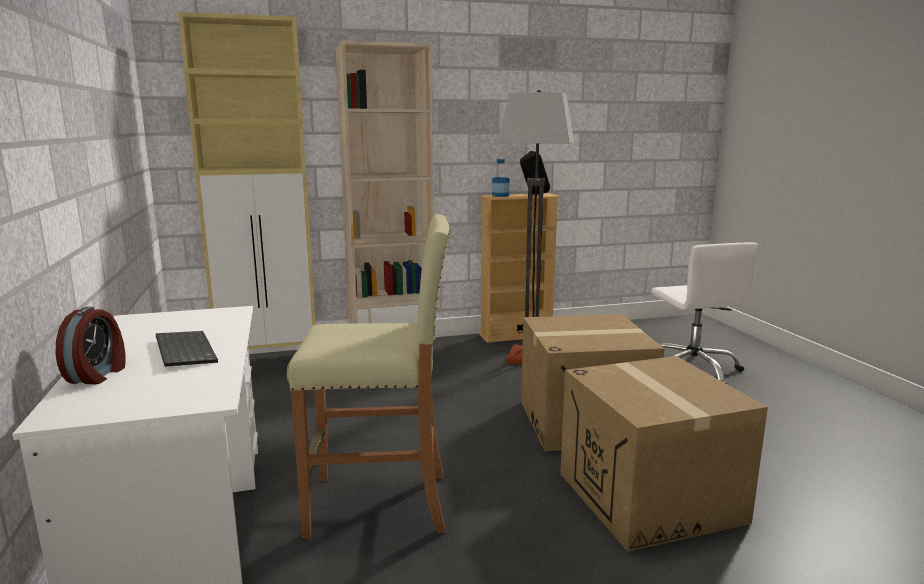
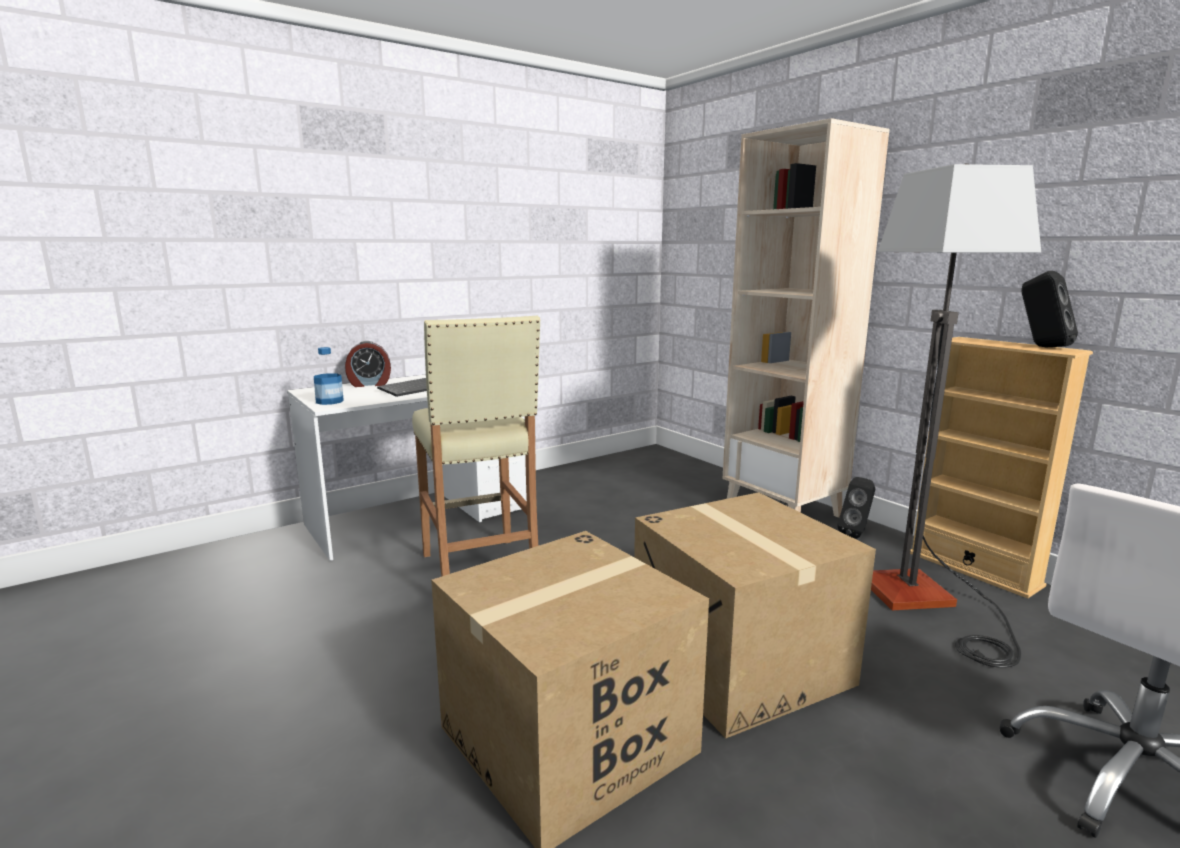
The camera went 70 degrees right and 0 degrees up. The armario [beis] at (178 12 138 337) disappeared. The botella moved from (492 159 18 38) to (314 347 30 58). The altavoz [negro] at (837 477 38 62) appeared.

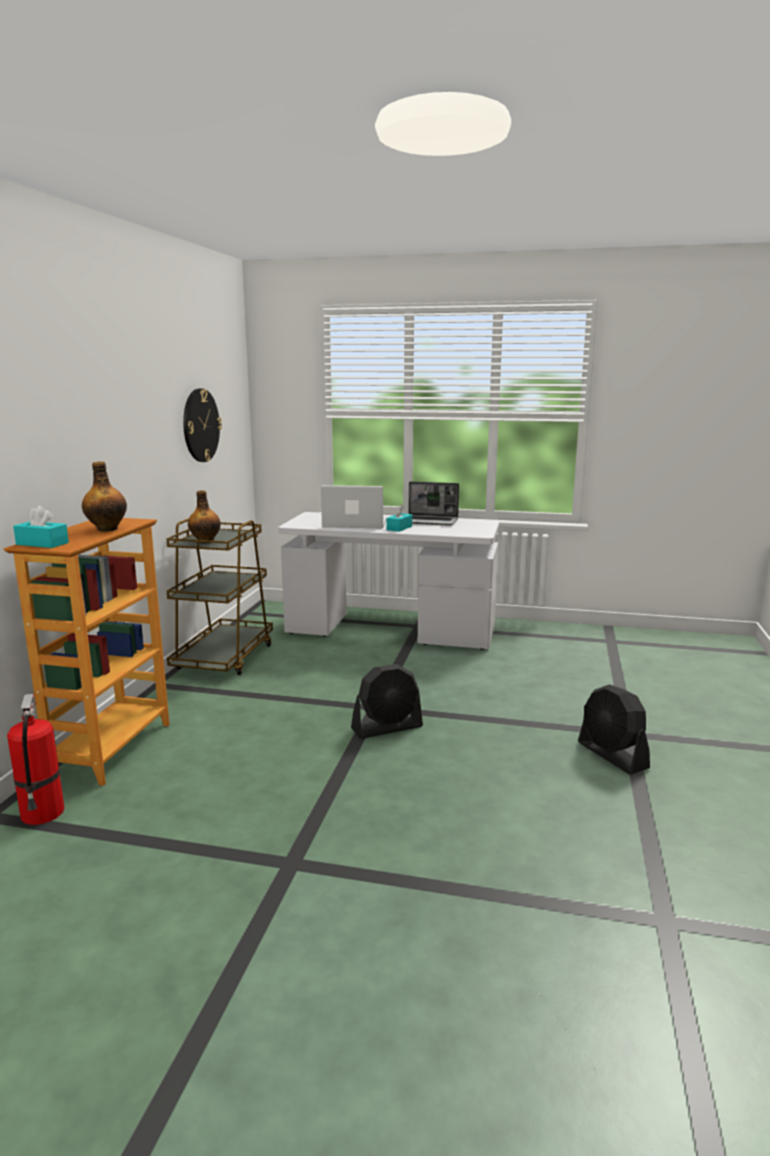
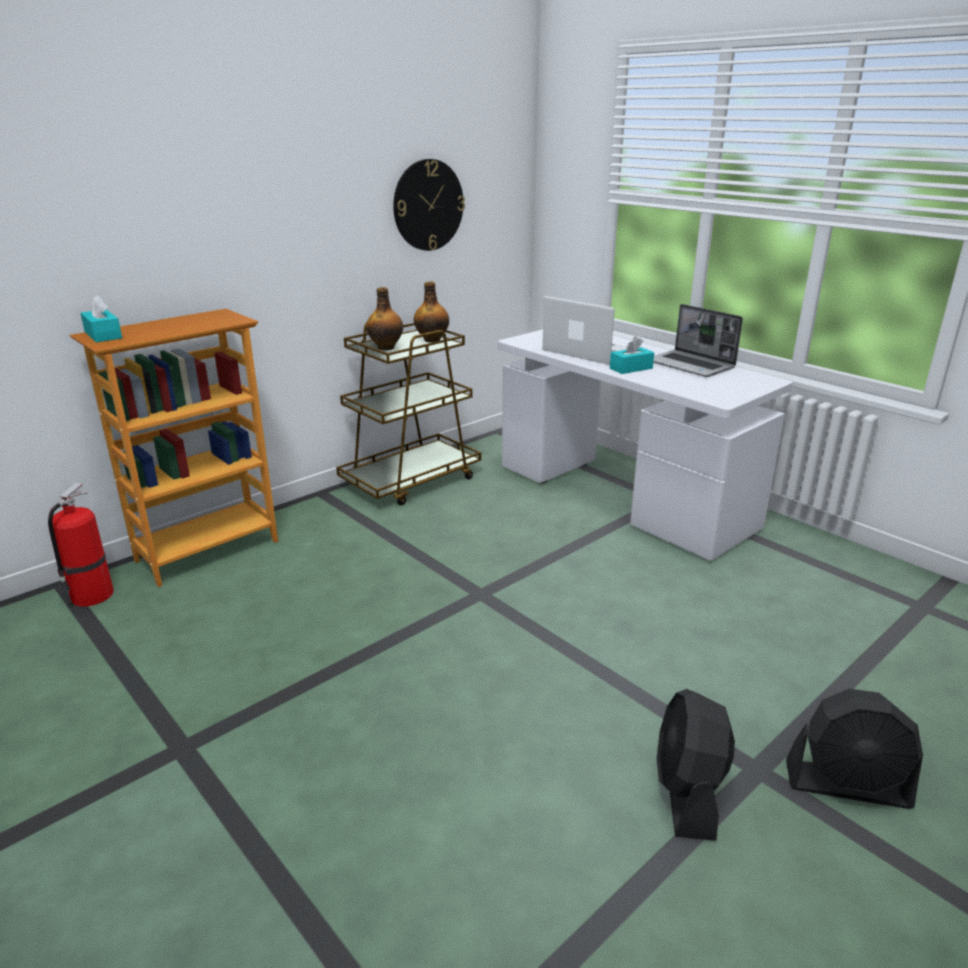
The camera went 35 degrees right and 10 degrees up. The botella moved from (82 461 45 71) to (414 281 35 62). The ventilador [negro] moved from (351 664 72 75) to (786 688 137 121).

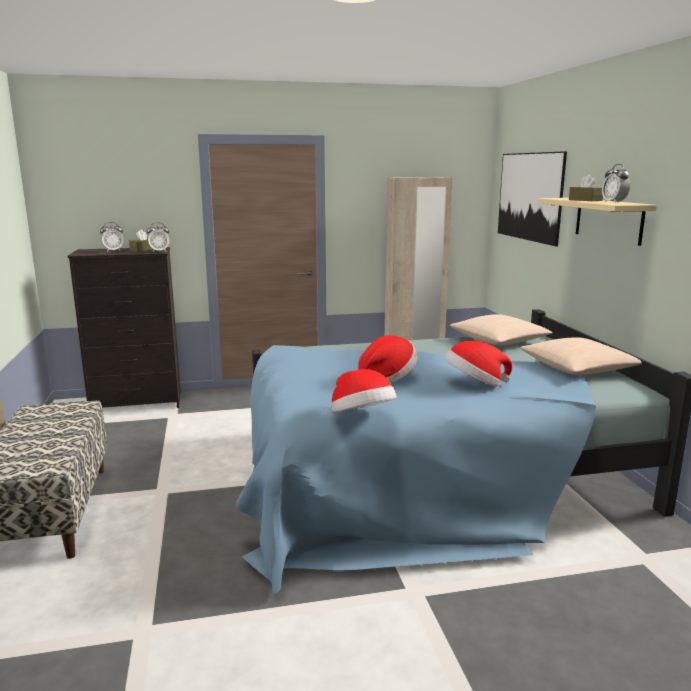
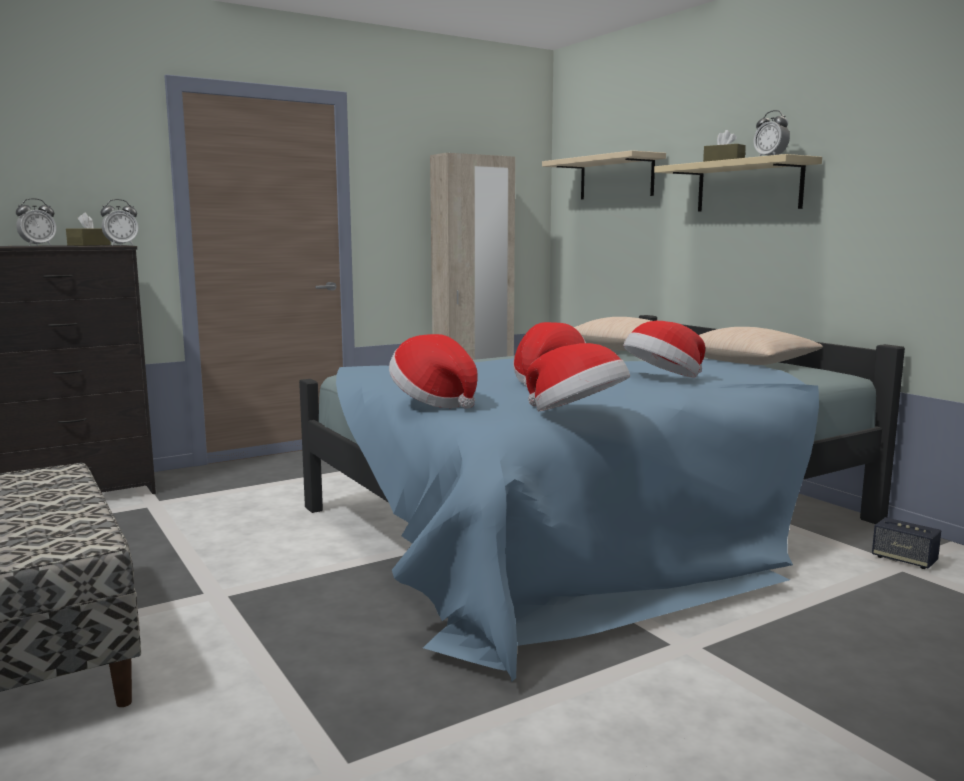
The camera went 20 degrees left and 5 degrees down. The cuadro at (498 151 69 95) was replaced by the estante [beis] at (542 150 124 49). The sombrero at (389 334 89 75) appeared. The altavoz at (872 517 69 52) appeared.

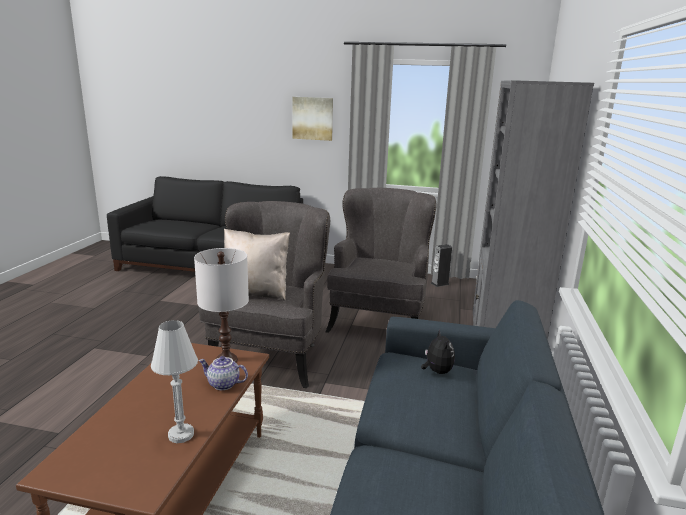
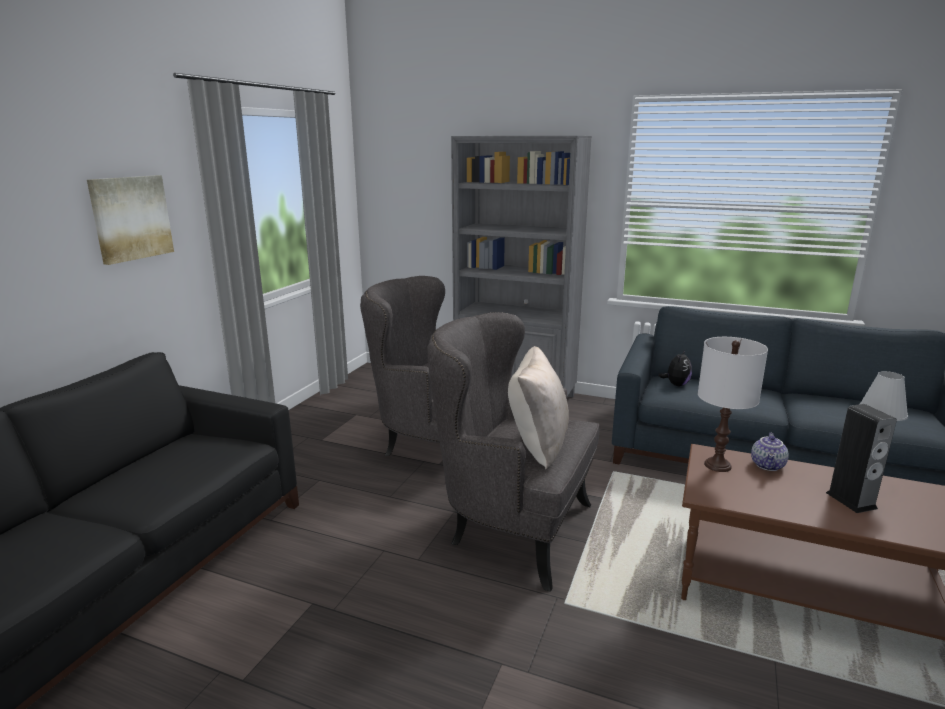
The camera went 80 degrees left and 0 degrees up. The altavoz moved from (431 244 21 43) to (826 404 71 109). The peluche at (421 330 34 44) turned 120 degrees clockwise.

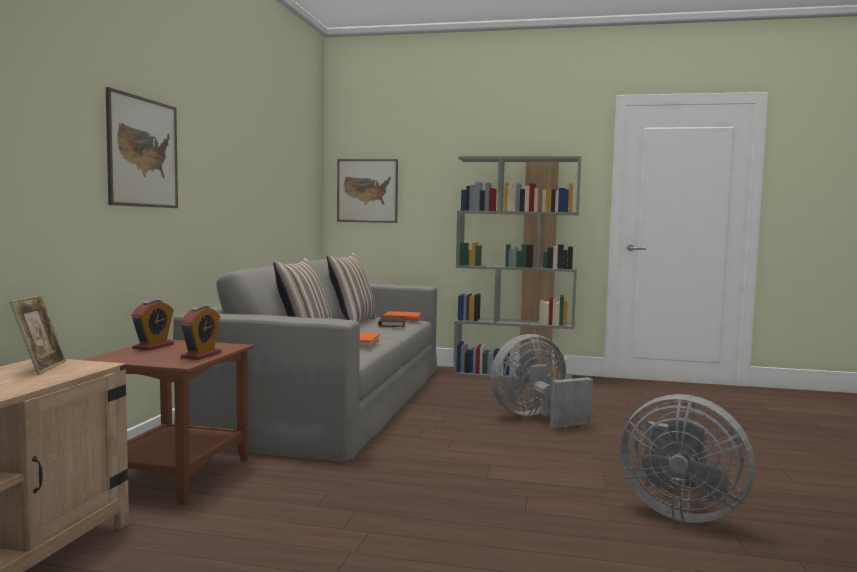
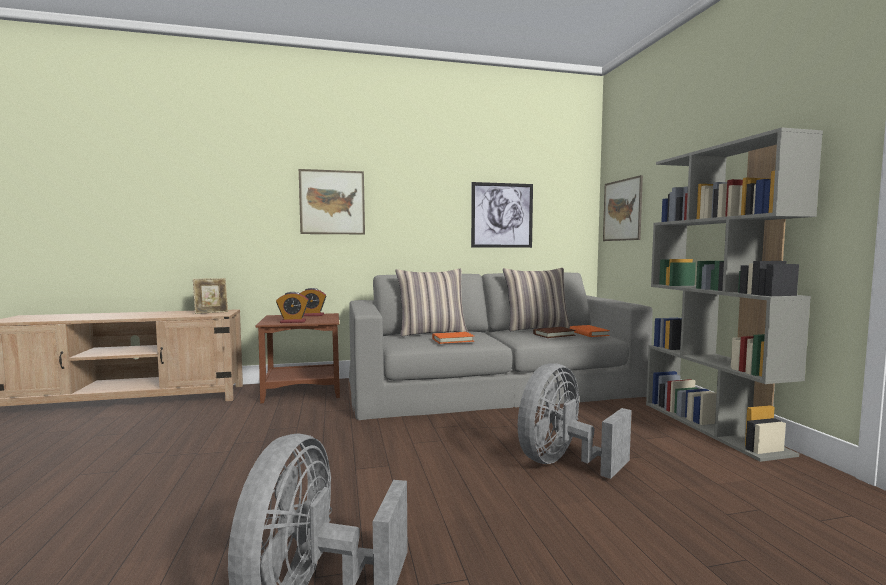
The camera went 65 degrees right and 0 degrees up. The ventilador [gris] at (490 334 103 94) turned 90 degrees counterclockwise. The cuadro at (471 182 62 66) appeared.

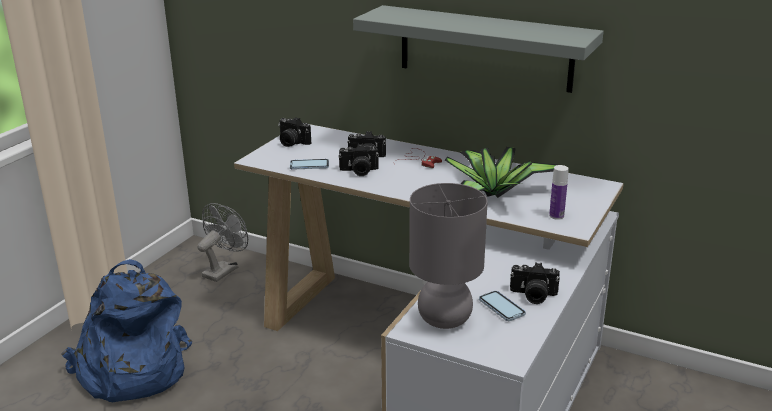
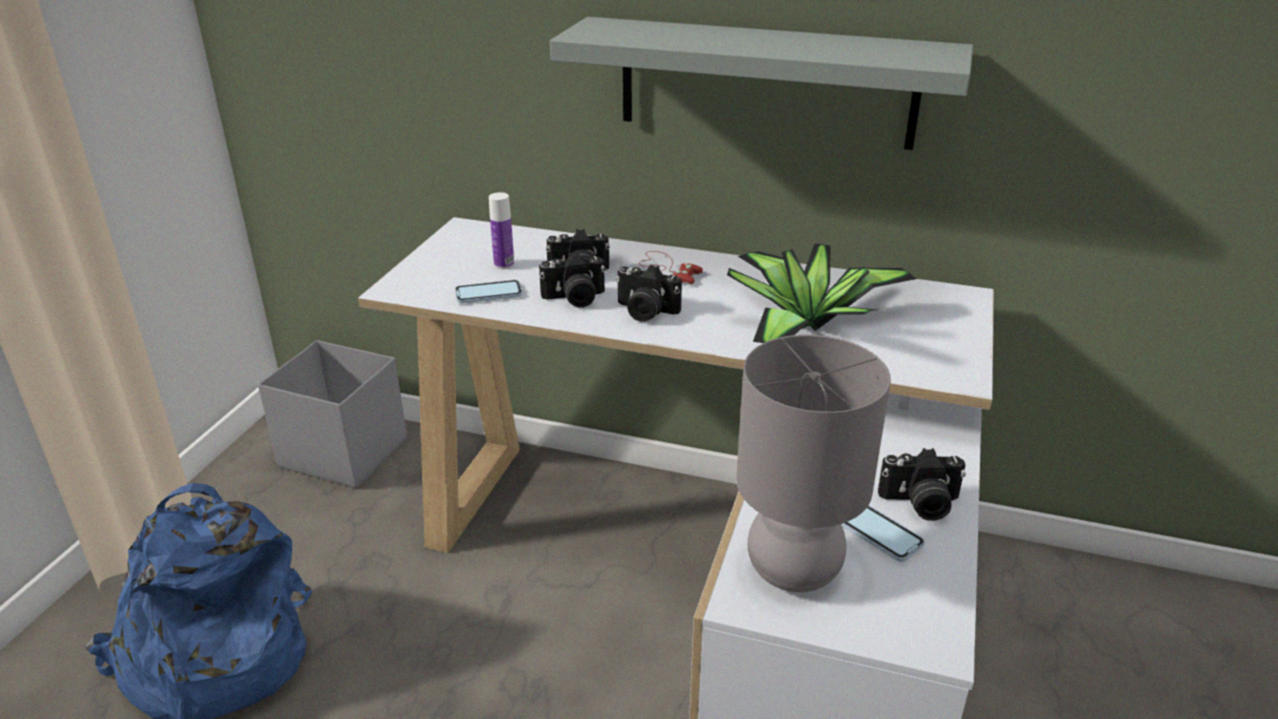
The camera went 10 degrees left and 5 degrees up. The cámara moved from (278 117 33 30) to (616 265 66 57). The botella moved from (549 165 20 55) to (489 192 25 77). The ventilador [gris] at (197 203 51 79) was replaced by the caja de almacenaje [gris] at (258 340 149 148).

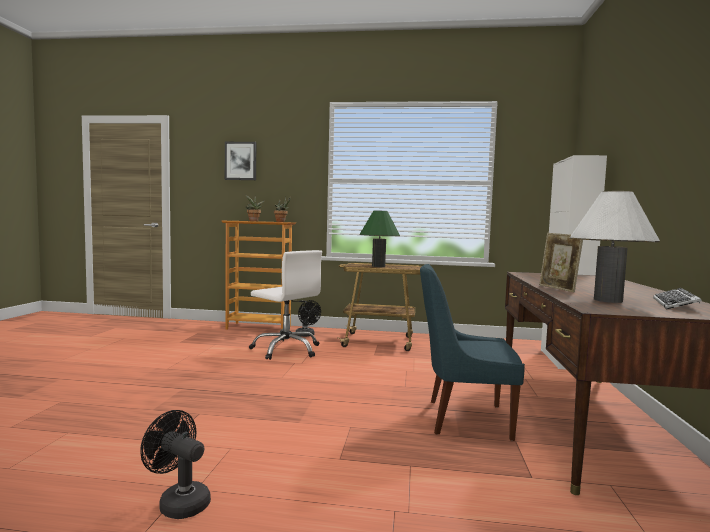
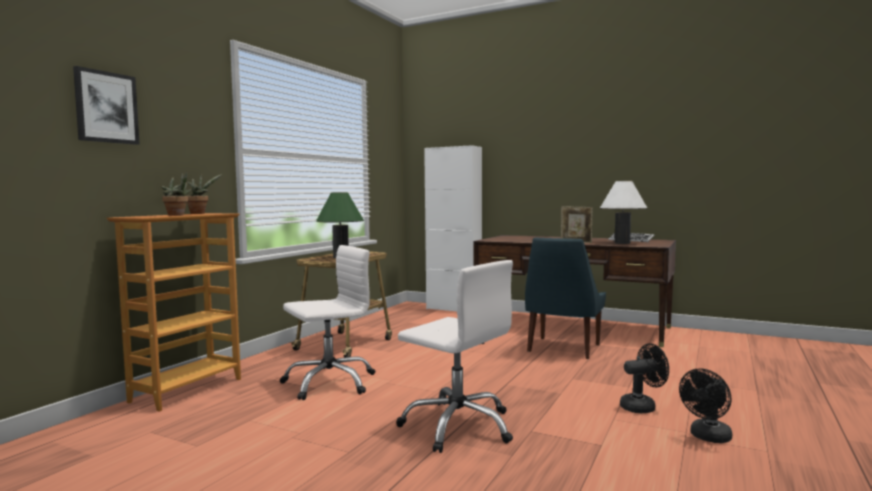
The camera went 70 degrees left and 0 degrees up. The ventilador [negro] moved from (296 300 25 37) to (620 343 49 70). The silla de oficina [blanco] at (396 260 117 193) appeared.

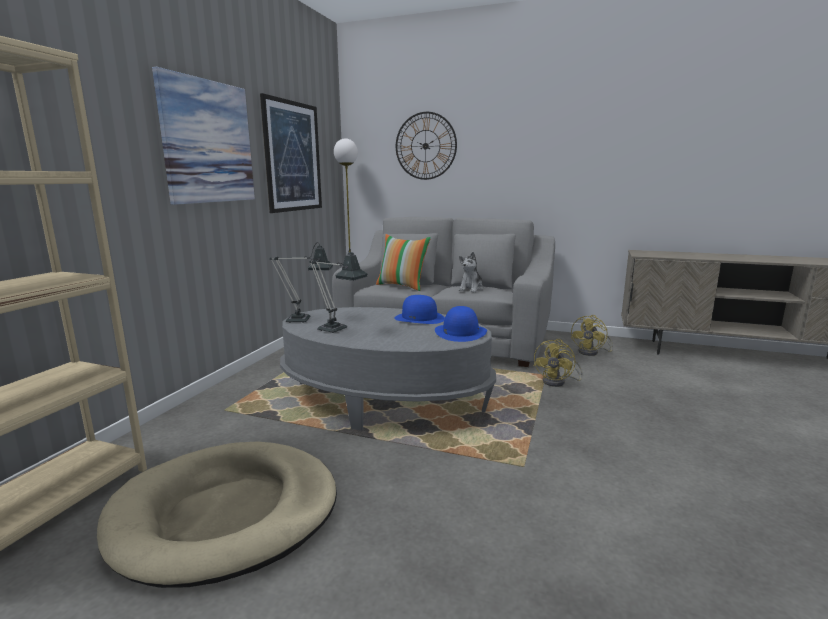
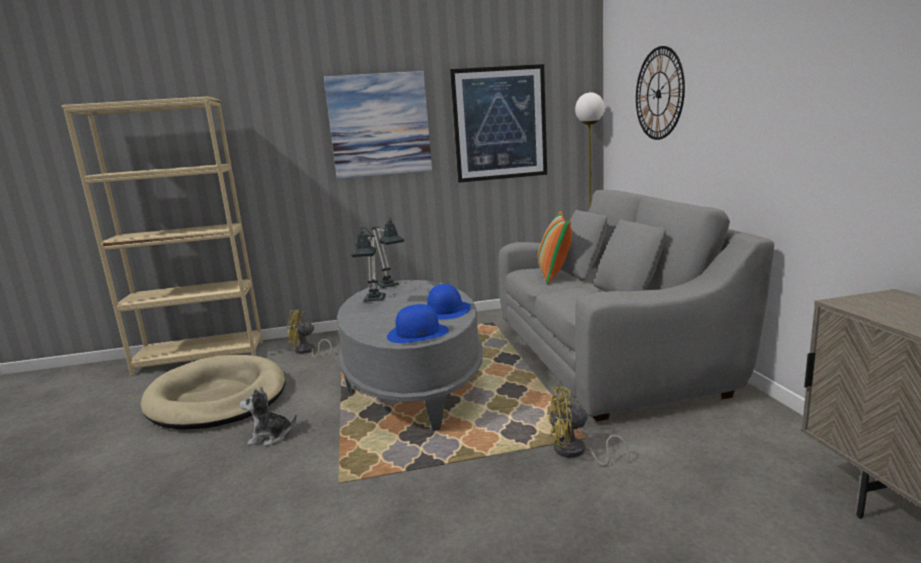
The camera went 60 degrees right and 0 degrees up. The peluche moved from (459 252 25 40) to (239 387 58 59). The ventilador [amarillo] moved from (571 315 42 41) to (287 310 45 47).

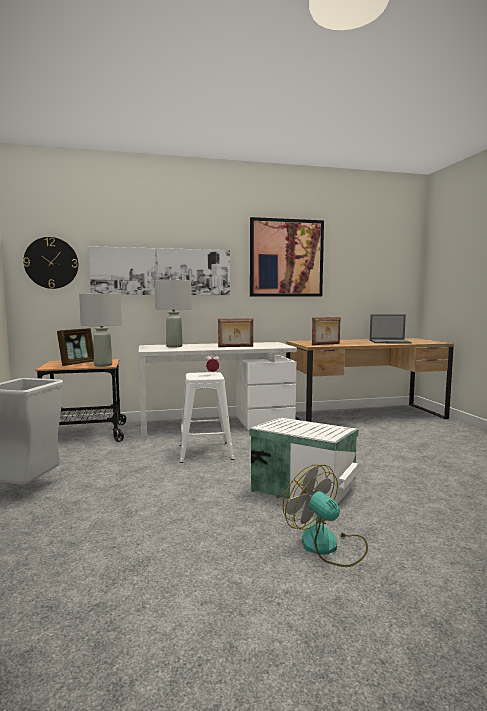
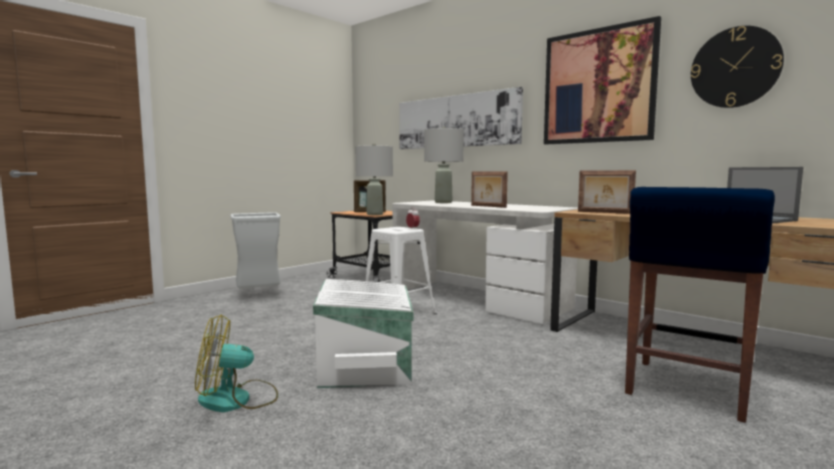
The camera went 55 degrees right and 0 degrees up. The reloj de pared moved from (23 237 55 52) to (691 26 93 82). The ventilador at (283 465 85 102) turned 120 degrees counterclockwise. The taburete [azul] at (625 187 150 236) appeared.

